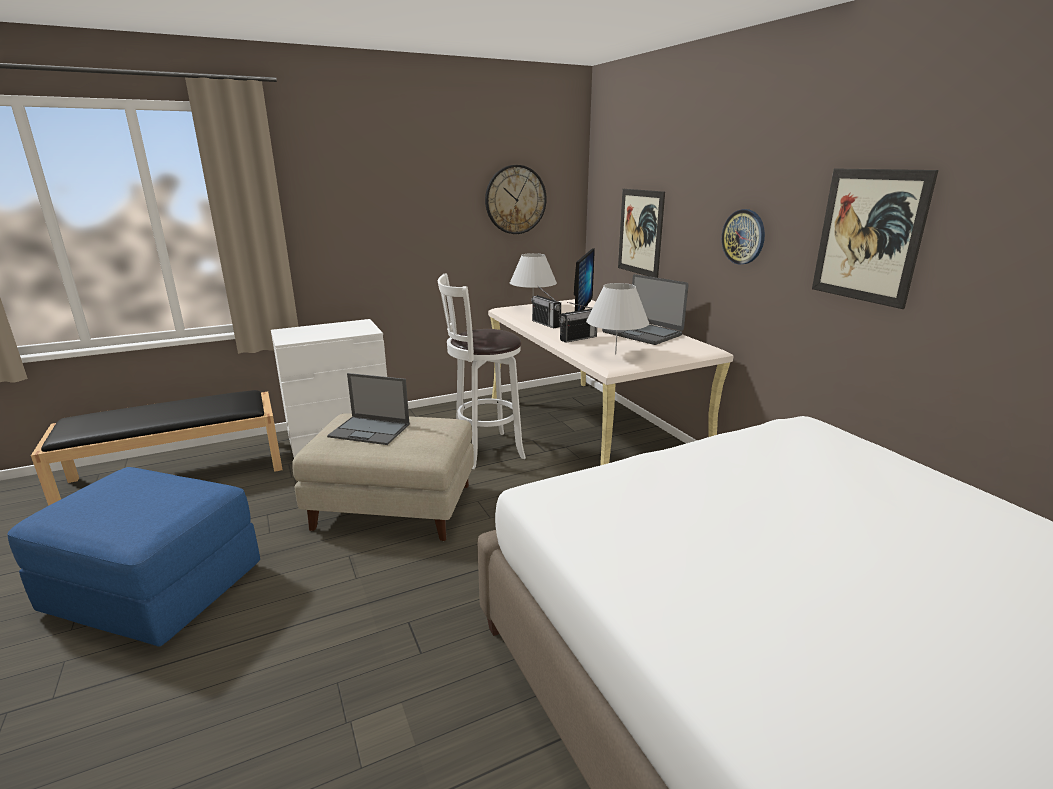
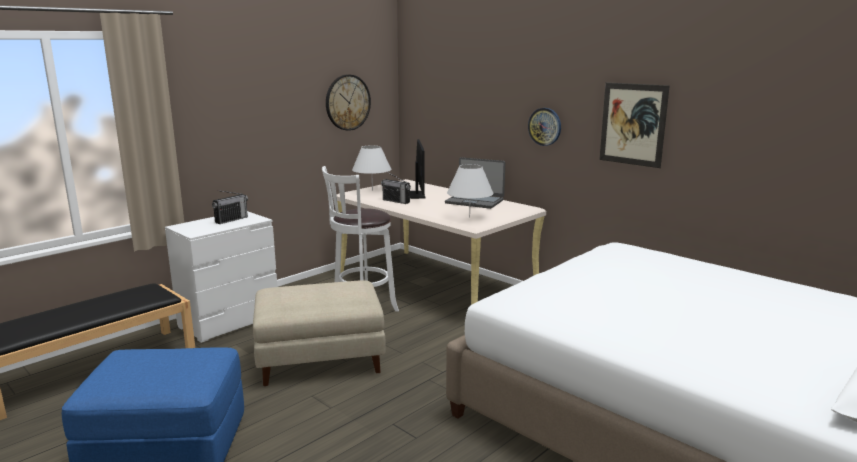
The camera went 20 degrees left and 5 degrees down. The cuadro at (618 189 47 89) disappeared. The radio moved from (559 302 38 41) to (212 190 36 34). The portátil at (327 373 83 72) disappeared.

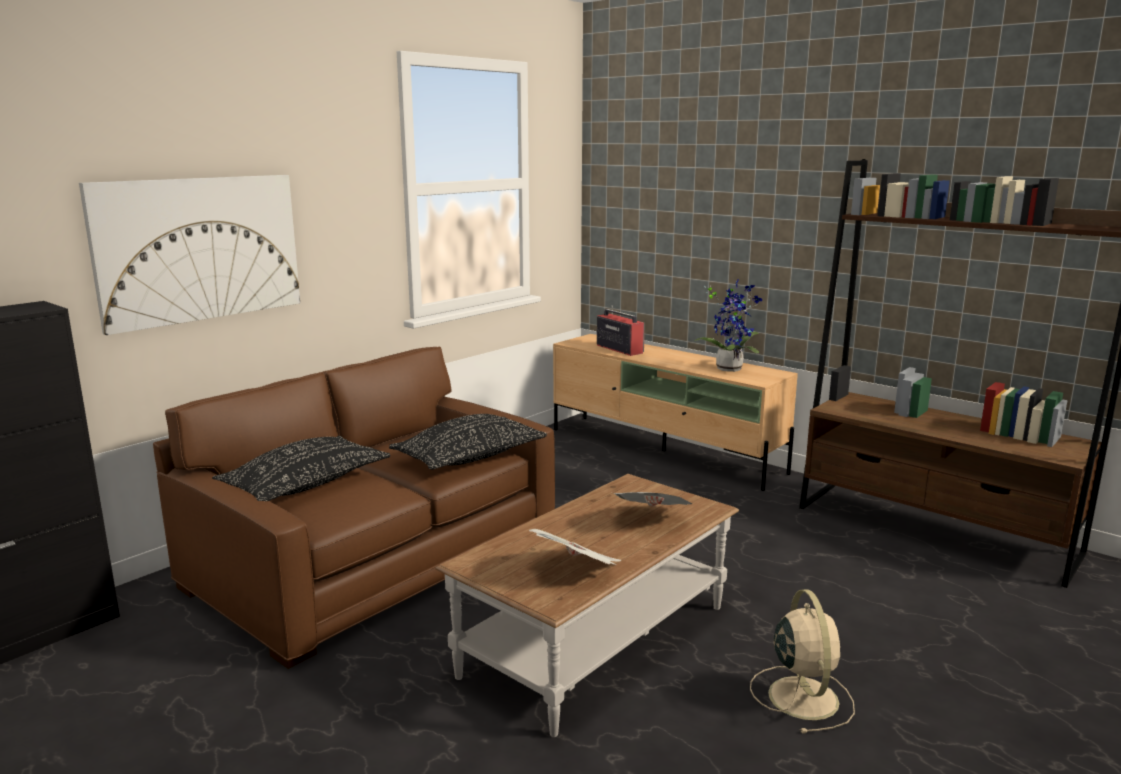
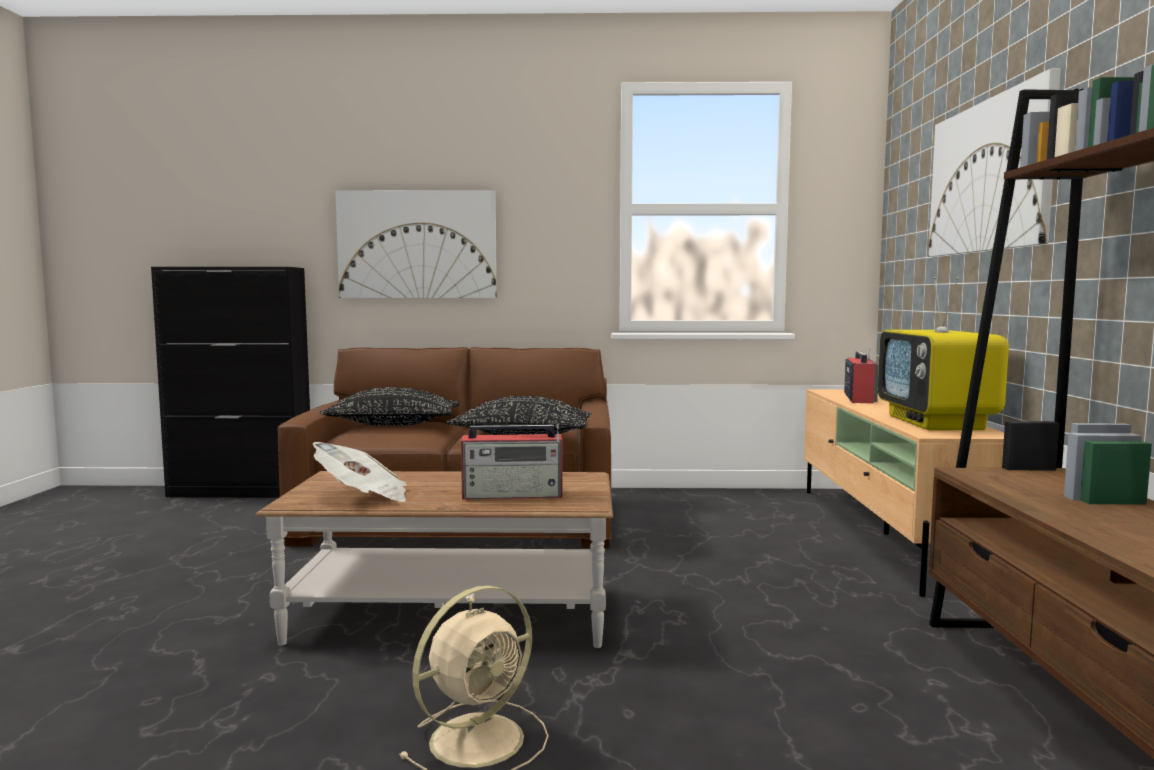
The camera went 50 degrees right and 10 degrees down. The planta en maceta at (694 279 68 93) was replaced by the televisor at (878 277 131 153). The periódico at (614 492 78 15) was replaced by the radio at (461 423 102 77). The cuadro at (928 68 133 189) appeared.

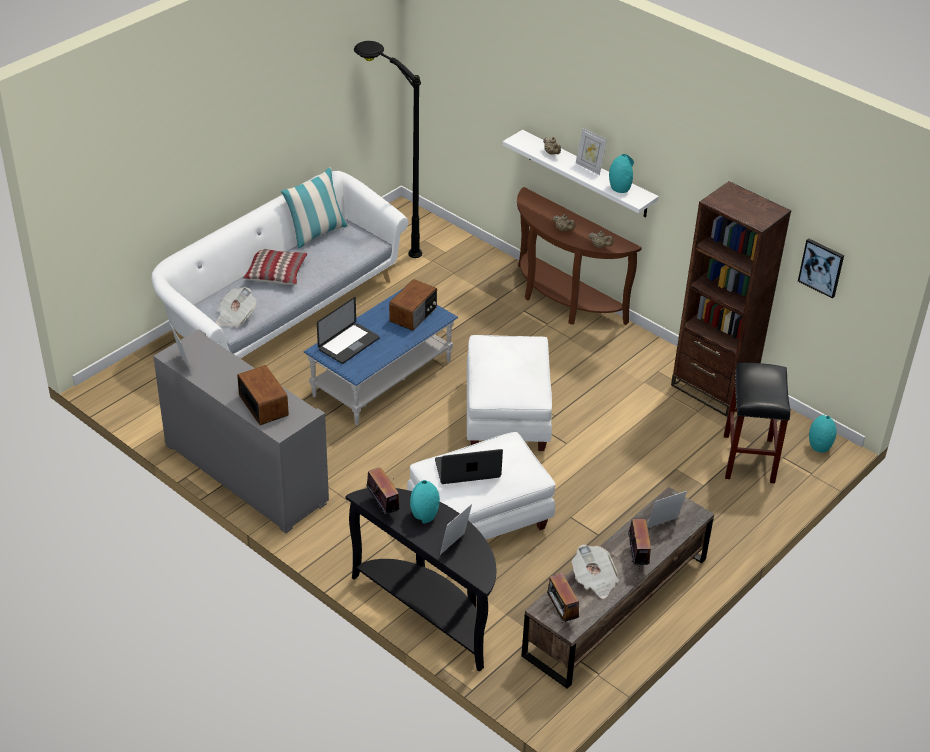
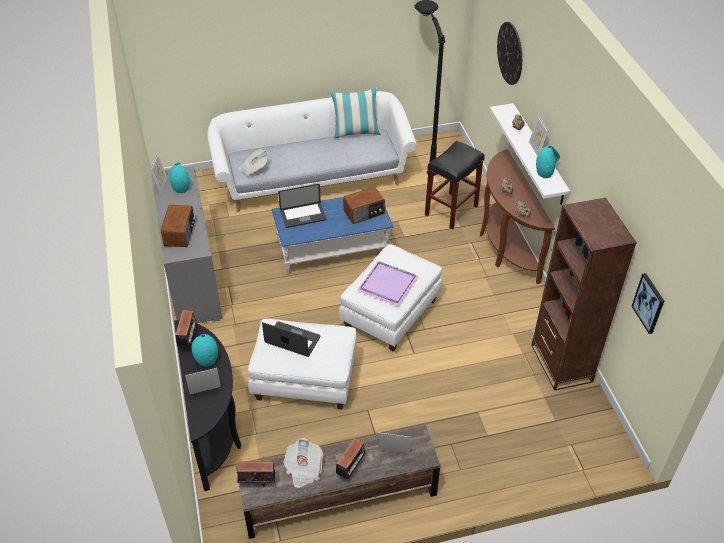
The camera went 35 degrees right and 5 degrees up. The cojín at (243 249 64 36) disappeared. The taburete [negro] moved from (724 363 66 120) to (425 141 60 88). The florero [turquesa] moved from (809 415 28 38) to (169 163 21 30). The radio at (547 573 32 50) turned 75 degrees clockwise. The reloj de pared at (497 22 25 63) appeared. The bandeja [morado] at (357 261 62 45) appeared.

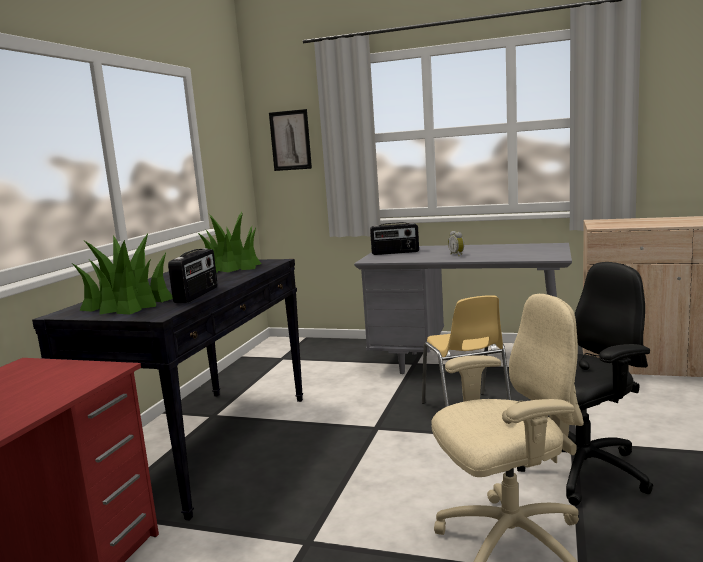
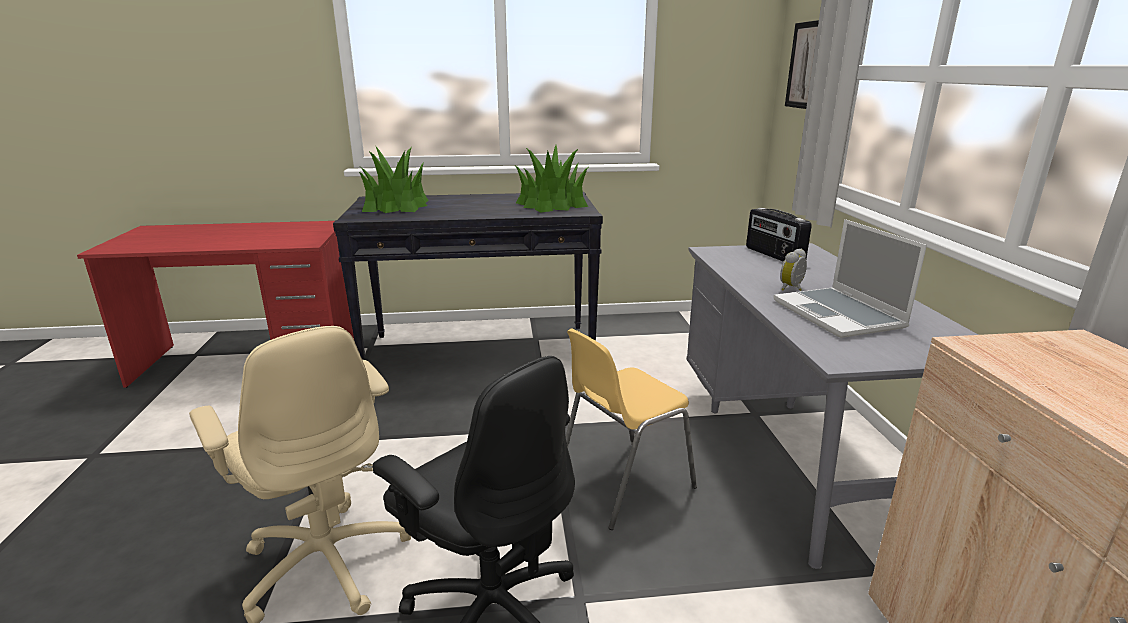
The camera went 65 degrees right and 10 degrees up. The radio at (168 248 50 55) disappeared. The portátil at (773 219 154 119) appeared.

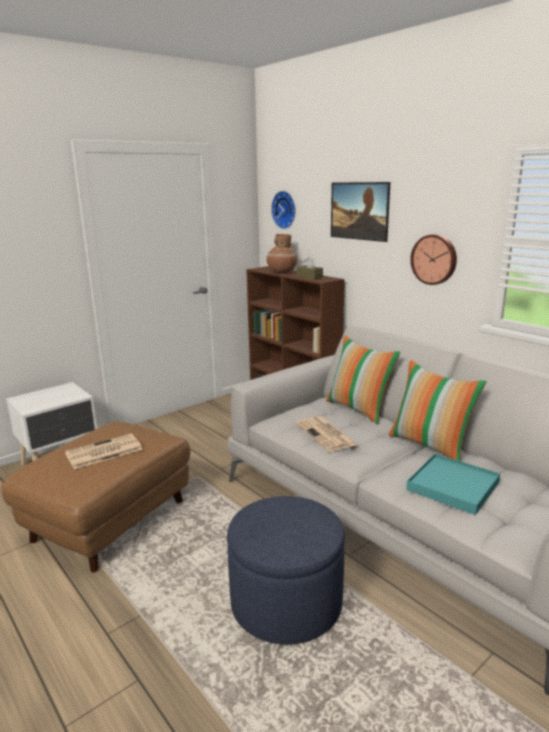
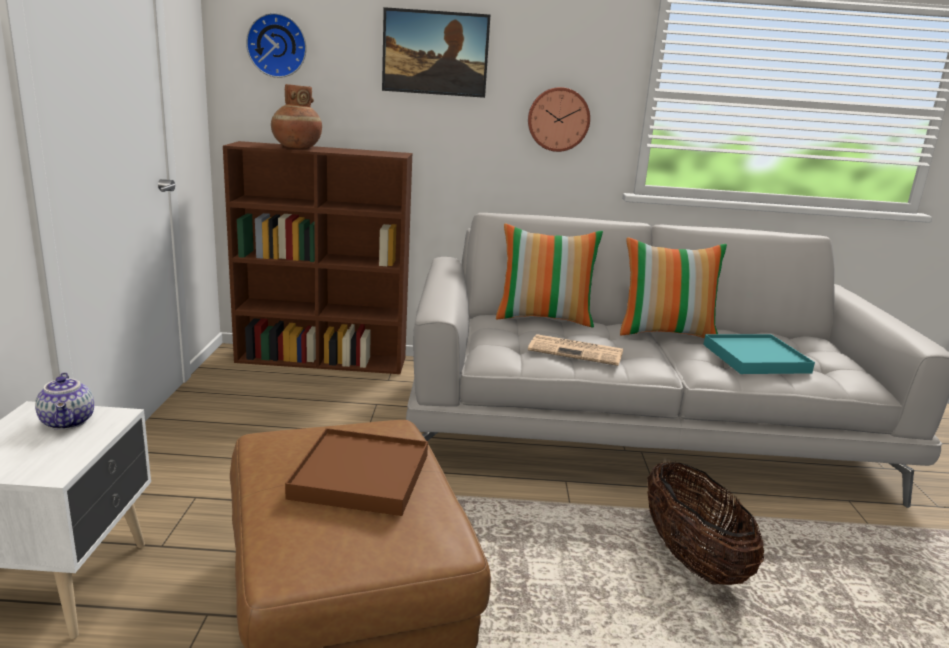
The camera went 50 degrees left and 0 degrees up. The caja de pañuelos [marrón] at (297 257 26 23) disappeared. The periódico at (65 434 78 35) was replaced by the bandeja [marrón] at (285 428 143 88). The puf [azul] at (227 496 118 149) was replaced by the cesta at (647 461 117 124). The tetera at (35 372 59 58) appeared.

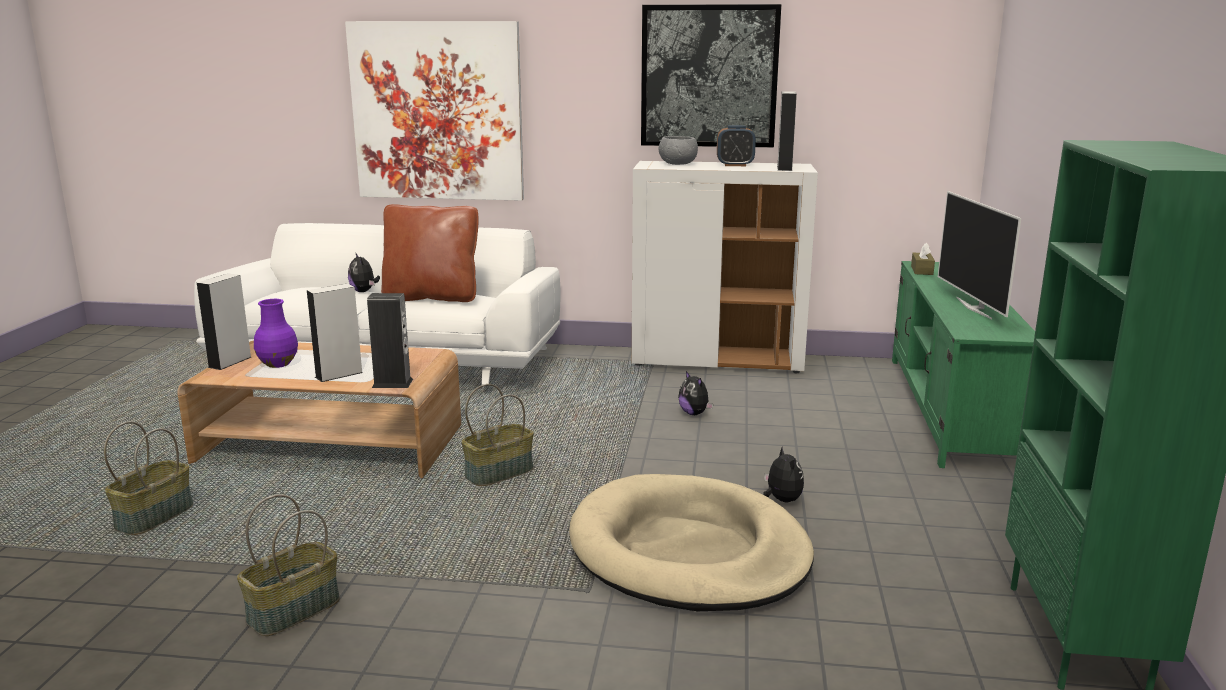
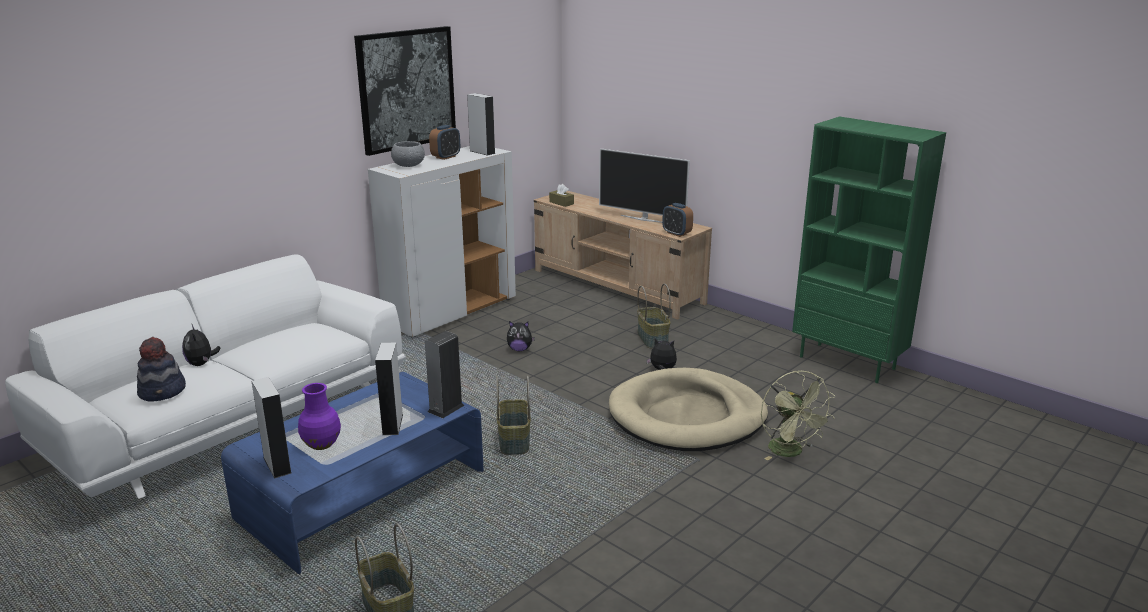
The camera went 55 degrees left and 5 degrees up. The cuadro at (345 21 179 180) disappeared. The cojín [marrón] at (381 204 97 98) disappeared. The peluche at (348 252 32 40) turned 60 degrees clockwise. The mueble de televisión [verde] at (892 261 143 207) became the mueble de televisión [beis] at (534 191 178 129). The mesa de centro [marrón] at (177 341 284 137) became the mesa de centro [azul] at (221 372 263 202). The cesta moved from (237 494 103 142) to (637 283 34 66). The despertador at (662 203 31 34) appeared. The sombrero at (137 337 49 65) appeared. The ventilador [verde] at (761 371 75 89) appeared.

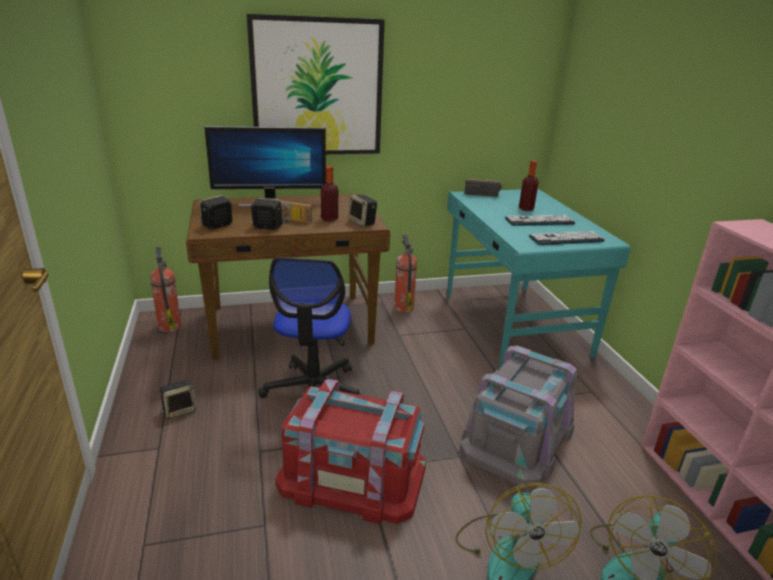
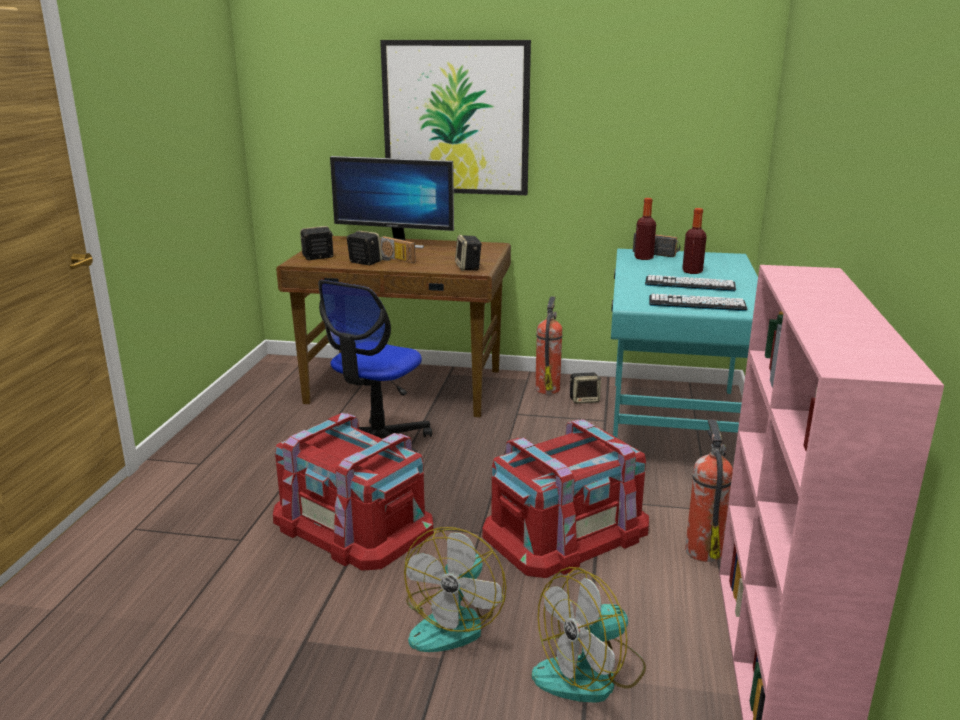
The camera went 25 degrees right and 5 degrees down. The botella moved from (321 166 17 56) to (634 198 22 62). The extintor moved from (150 247 31 85) to (685 420 48 142). The caja de almacenaje [gris] at (460 346 118 142) became the caja de almacenaje [rojo] at (482 419 167 159). The altavoz moved from (159 380 37 39) to (570 372 31 32).

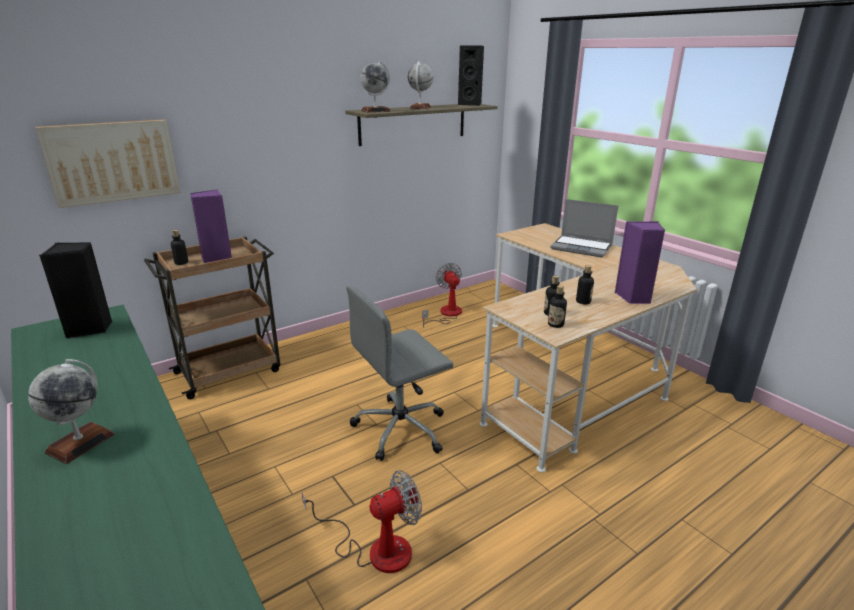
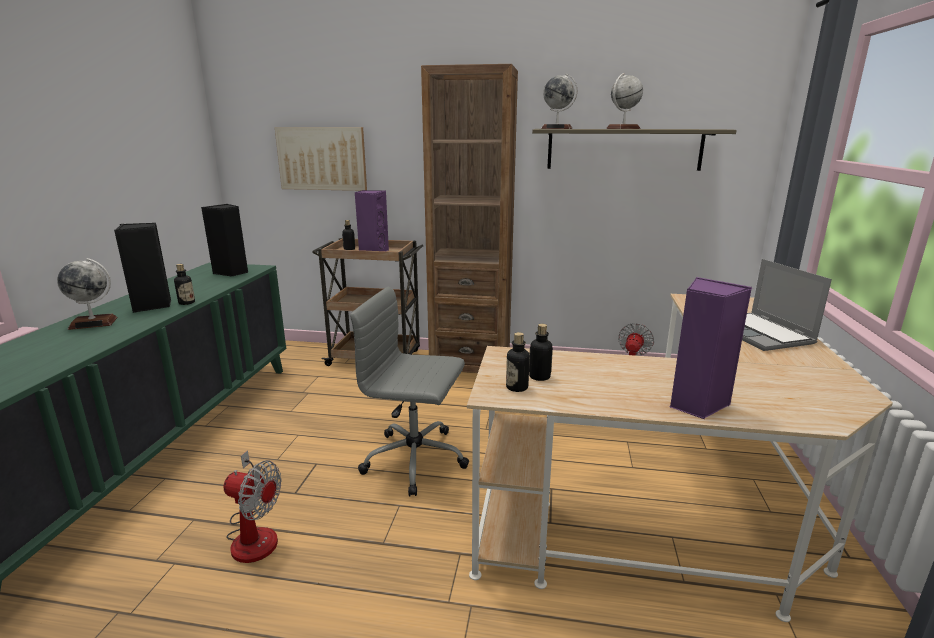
The camera went 45 degrees right and 5 degrees down. The altavoz [negro] moved from (458 46 26 60) to (114 223 57 90). The botella moved from (576 265 18 39) to (174 264 21 41). The estantería [marrón] at (421 64 97 309) appeared.

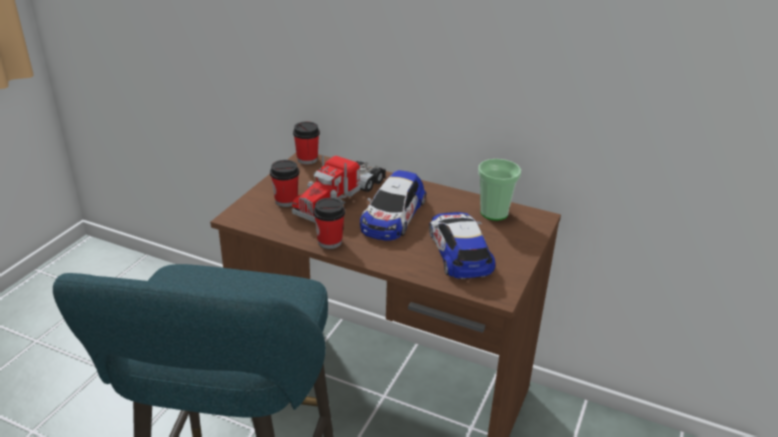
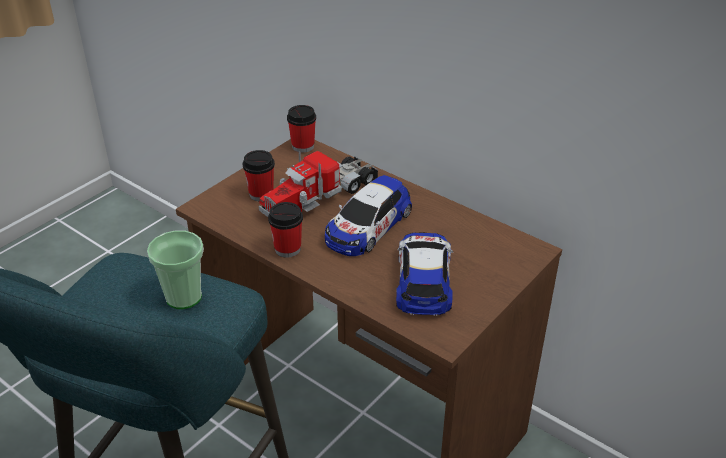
The camera went 15 degrees right and 5 degrees up. The taza moved from (478 159 43 62) to (147 231 57 78).

